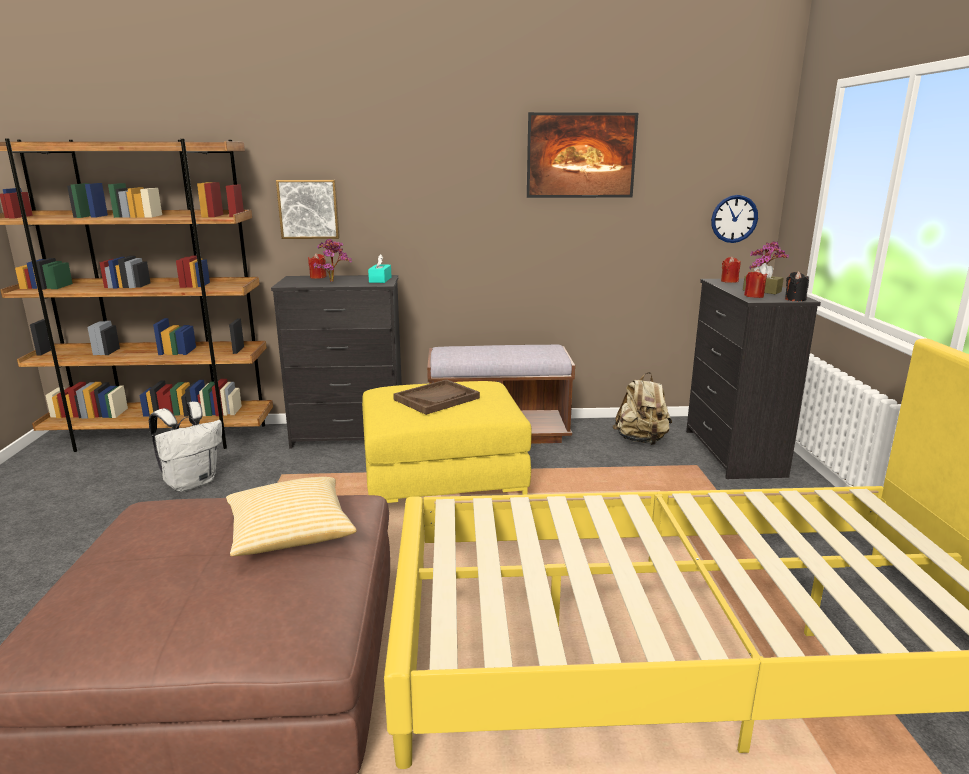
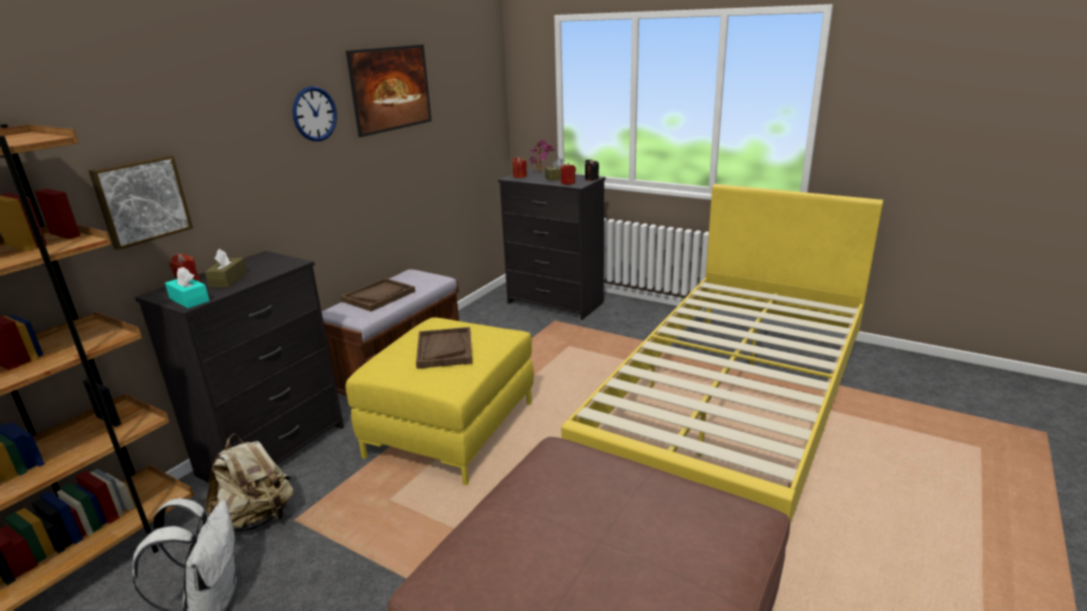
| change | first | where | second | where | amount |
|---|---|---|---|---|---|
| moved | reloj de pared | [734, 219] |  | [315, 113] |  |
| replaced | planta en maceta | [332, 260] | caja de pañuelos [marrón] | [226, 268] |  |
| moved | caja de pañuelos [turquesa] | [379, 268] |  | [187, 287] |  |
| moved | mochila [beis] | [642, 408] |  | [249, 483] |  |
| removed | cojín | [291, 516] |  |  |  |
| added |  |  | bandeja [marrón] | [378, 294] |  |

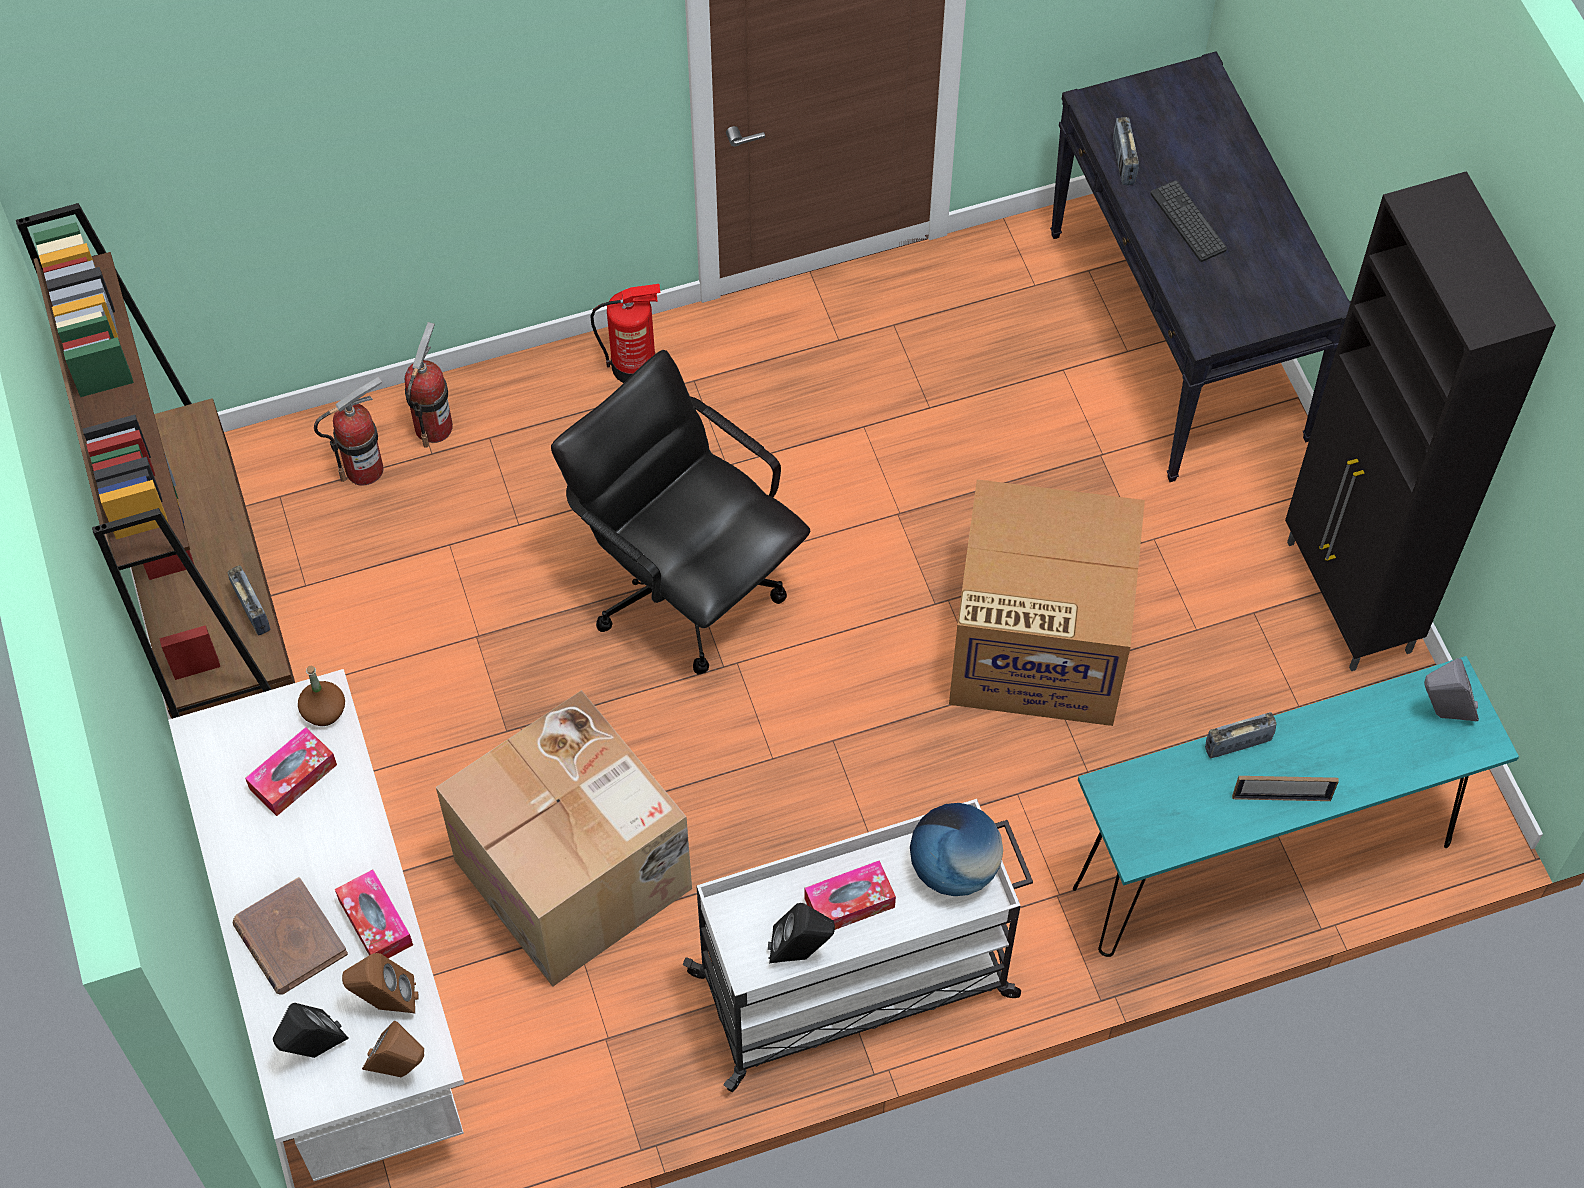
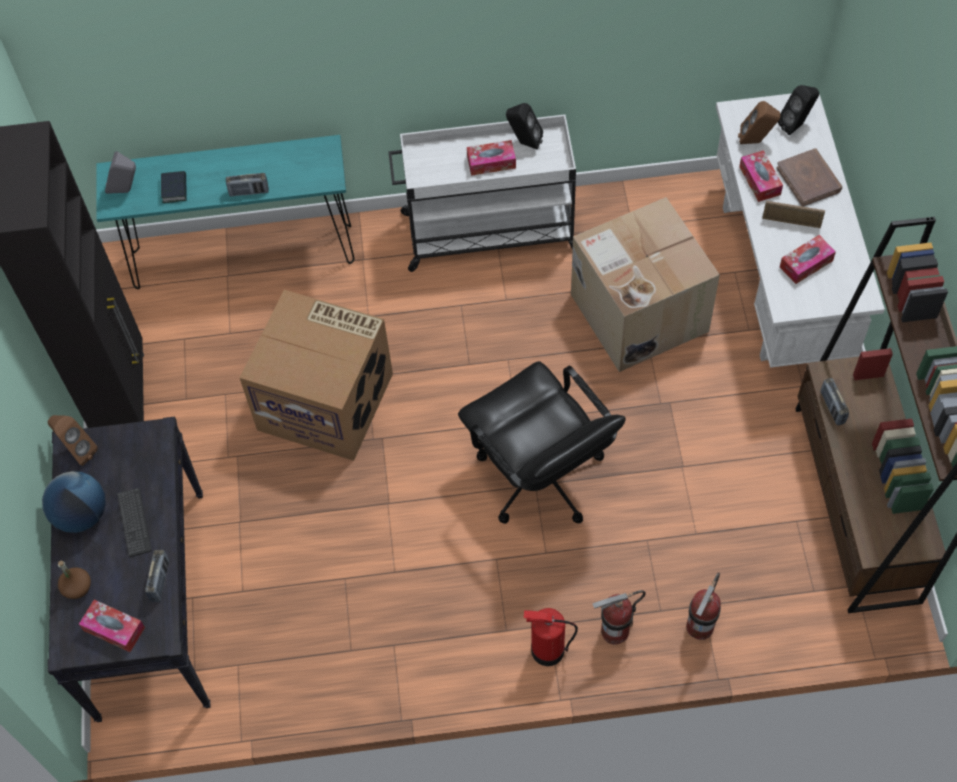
| change | first | where | second | where | amount |
|---|---|---|---|---|---|
| moved | extintor | [349, 431] |  | [619, 617] |  |
| moved | botella [marrón] | [321, 695] |  | [74, 580] |  |
| moved | portarretratos | [1285, 788] |  | [793, 214] |  |
| moved | globo terráqueo | [956, 849] |  | [74, 502] |  |
| moved | altavoz [marrón] | [393, 1049] |  | [73, 440] |  |
| added |  |  | libro | [174, 187] |  |
| added |  |  | caja de pañuelos | [112, 626] |  |

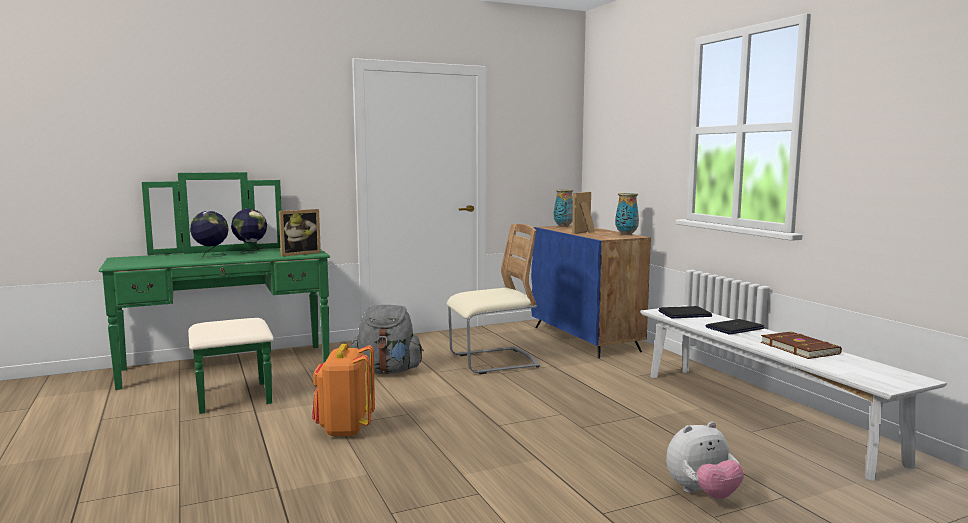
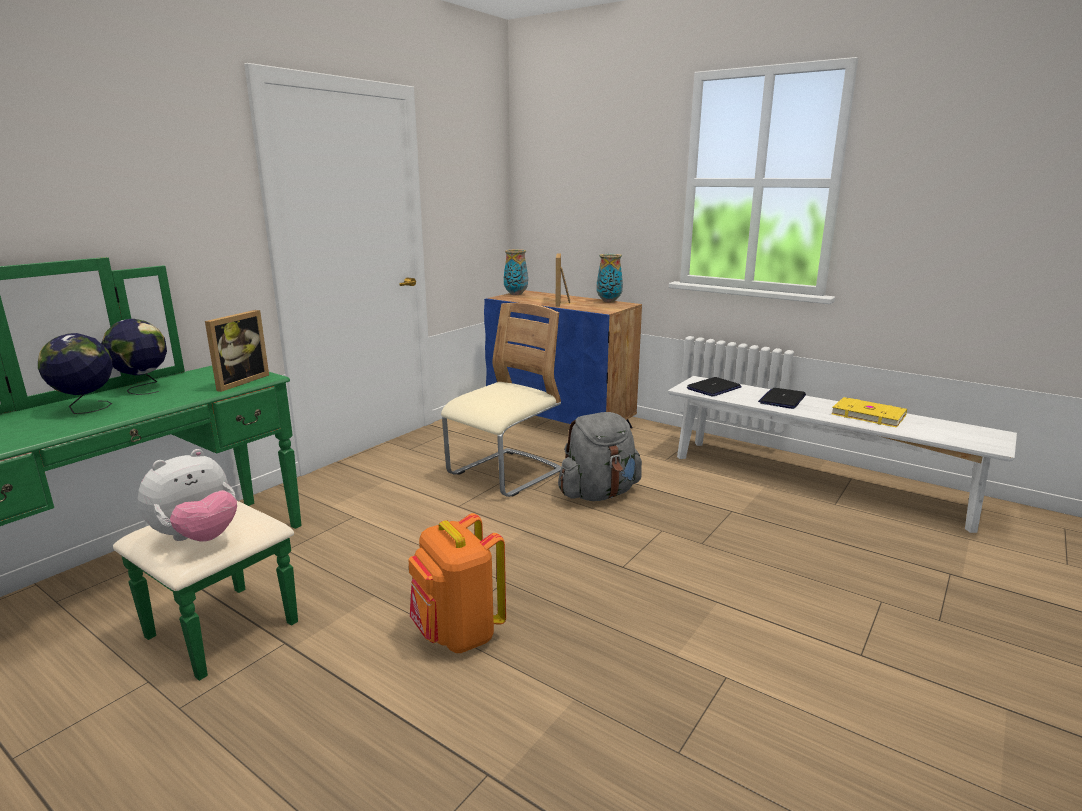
| change | first | where | second | where | amount |
|---|---|---|---|---|---|
| moved | mochila [gris] | [387, 339] |  | [600, 456] |  |
| recoloured | libro [marrón] | [801, 345] | libro [amarillo] | [869, 412] |  |
| moved | peluche | [705, 460] |  | [187, 495] |  |

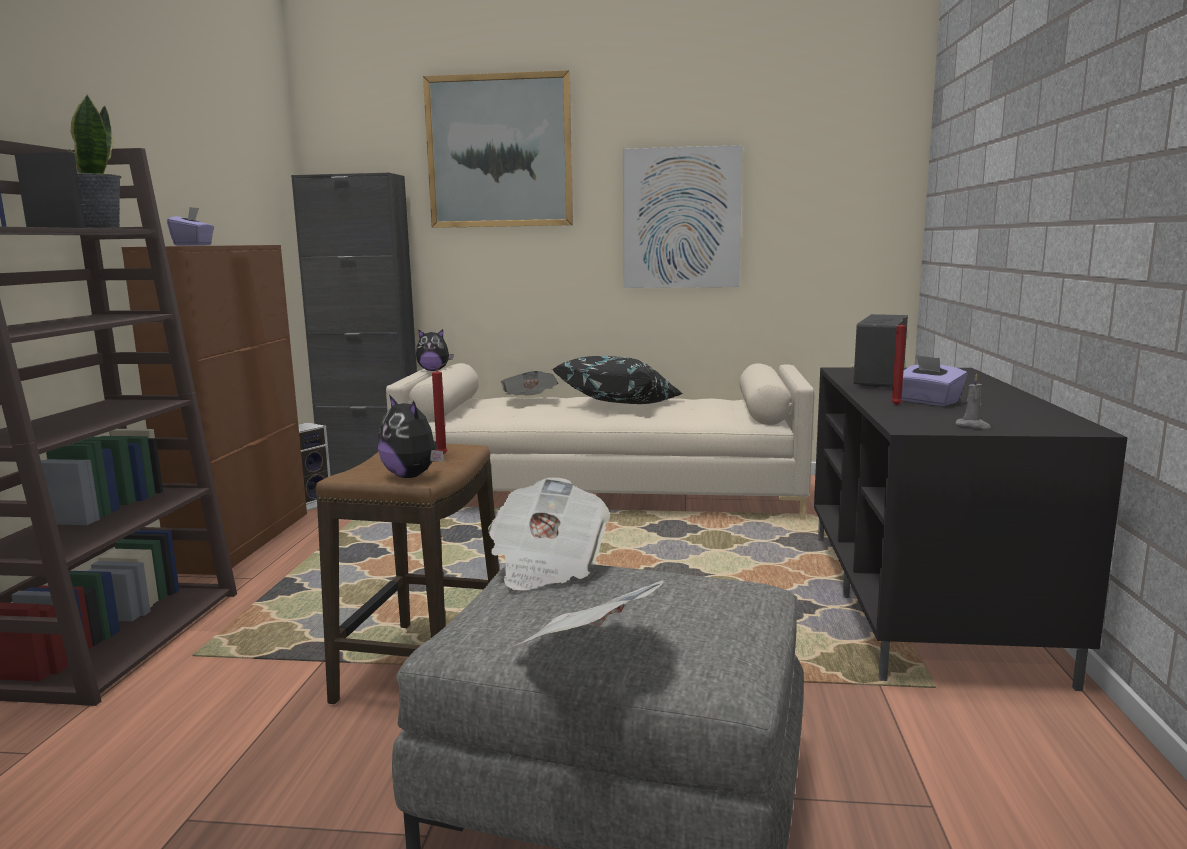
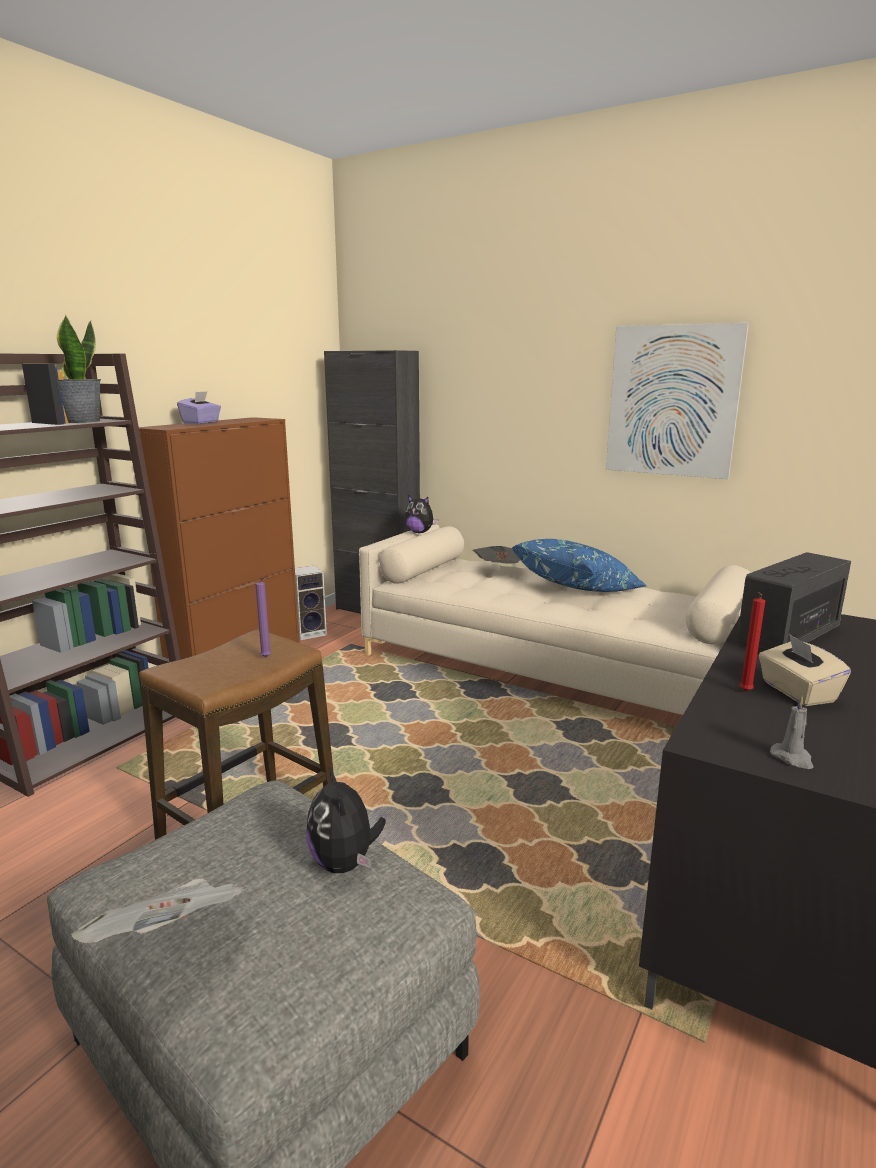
| change | first | where | second | where | amount |
|---|---|---|---|---|---|
| removed | cuadro | [498, 149] |  |  |  |
| recoloured | caja de pañuelos [morado] | [934, 380] | caja de pañuelos [beis] | [804, 670] |  |
| recoloured | cojín [negro] | [618, 380] | cojín [azul] | [579, 565] |  |
| recoloured | vela [rojo] | [439, 409] | vela [morado] | [263, 616] |  |
| moved | peluche | [410, 436] |  | [346, 819] |  |
| removed | periódico | [549, 533] |  |  |  |

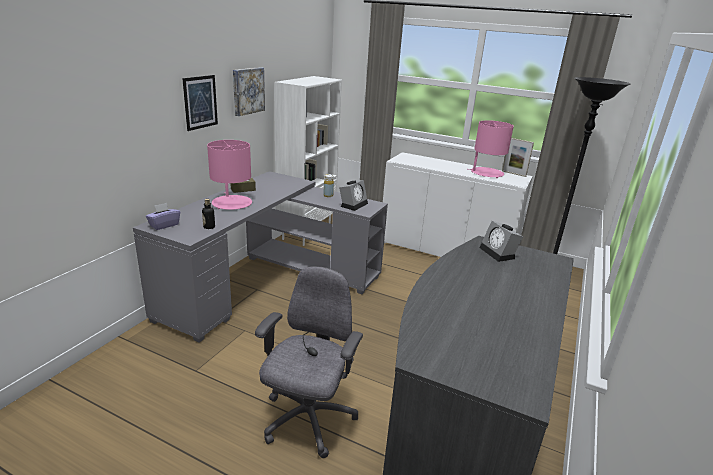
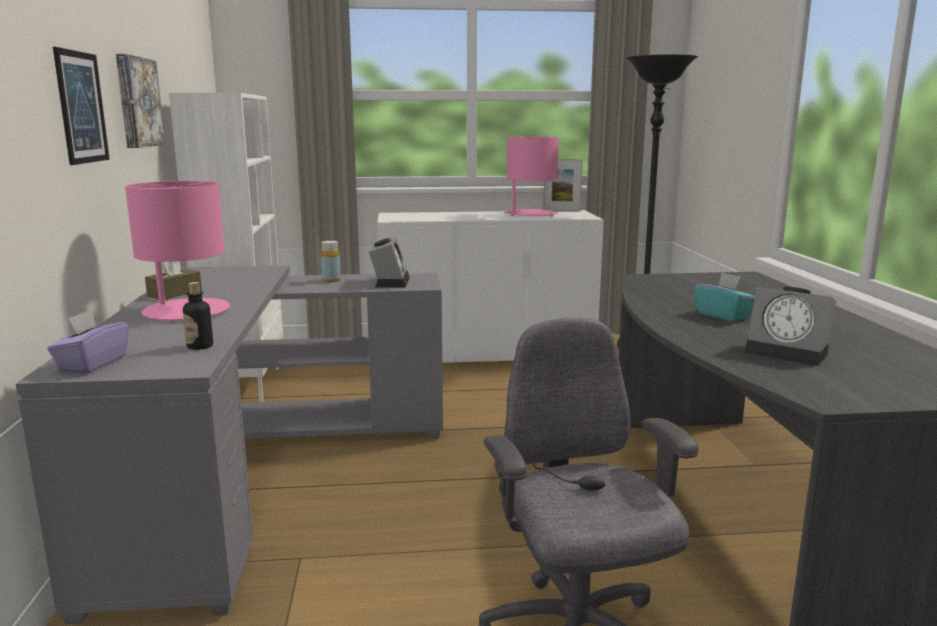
| change | first | where | second | where | amount |
|---|---|---|---|---|---|
| moved | despertador | [501, 241] |  | [790, 326] |  |
| added |  |  | caja de pañuelos [turquesa] | [724, 297] |  |

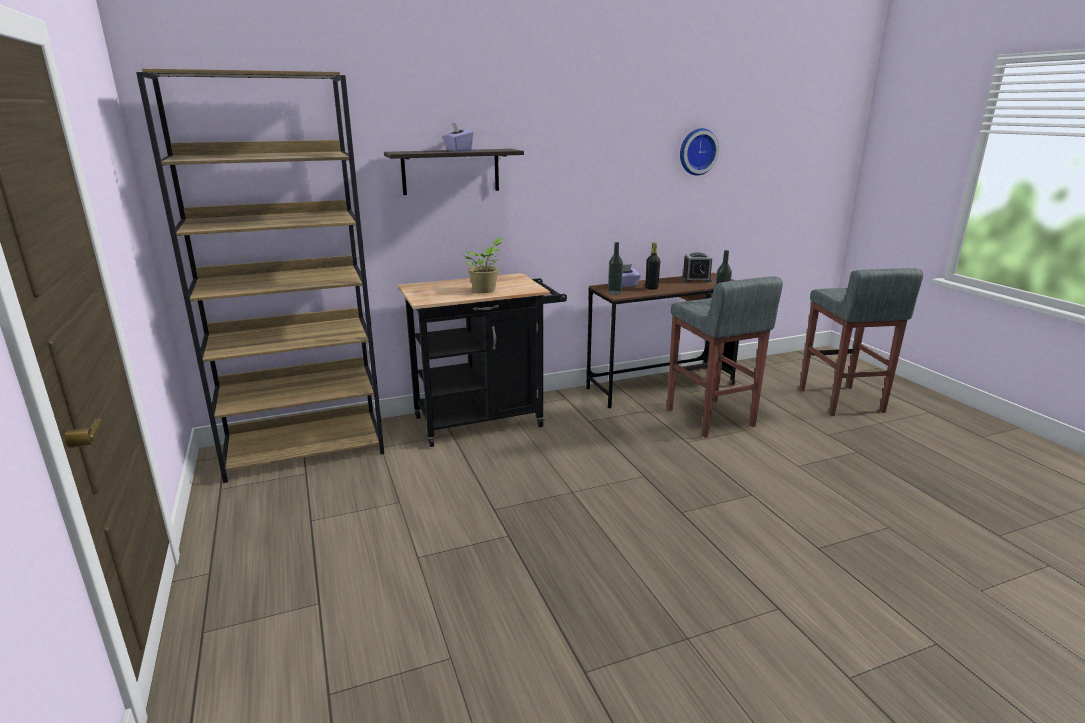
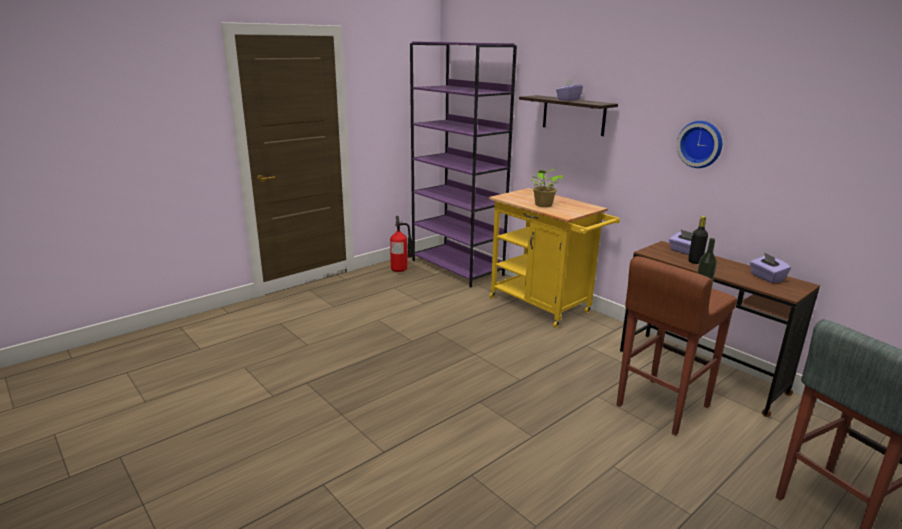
| change | first | where | second | where | amount |
|---|---|---|---|---|---|
| recoloured | estantería [marrón] | [260, 275] | estantería [morado] | [463, 164] |  |
| moved | reloj de pared | [699, 151] |  | [699, 144] |  |
| removed | botella | [615, 268] |  |  |  |
| replaced | despertador | [697, 267] | caja de pañuelos [morado] | [770, 267] |  |
| recoloured | carrito [negro] | [482, 360] | carrito [amarillo] | [554, 258] |  |
| recoloured | taburete [gris] | [725, 357] | taburete [marrón] | [676, 346] |  |
| added |  |  | extintor | [402, 244] |  |

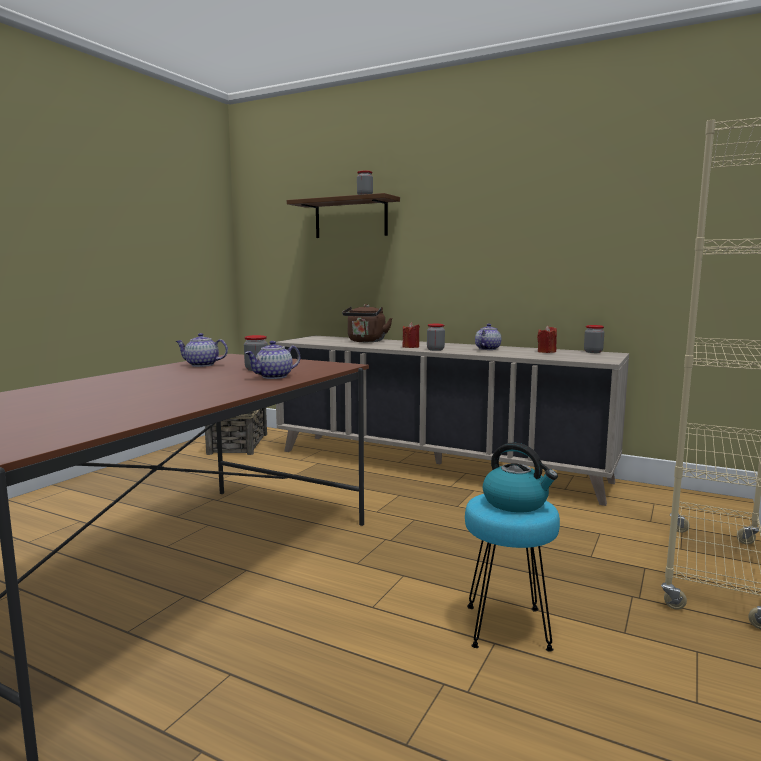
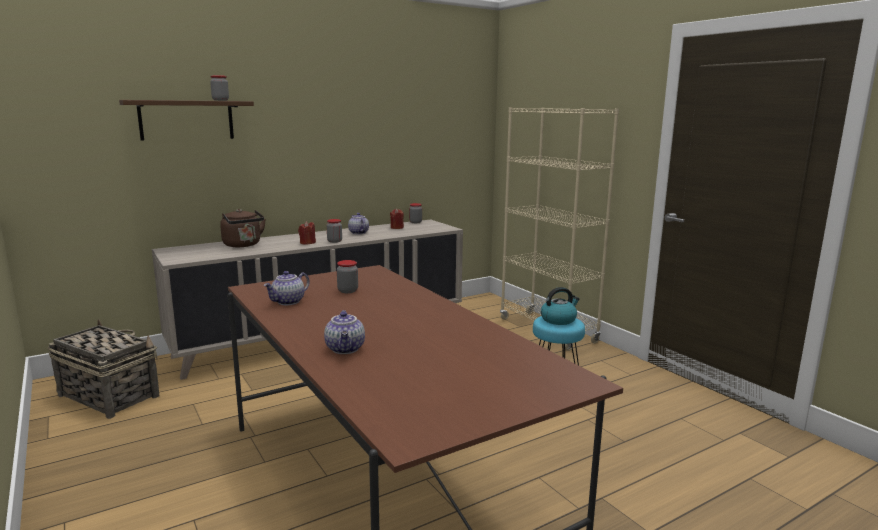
| change | first | where | second | where | amount |
|---|---|---|---|---|---|
| moved | tetera | [272, 360] |  | [344, 332] |  |

